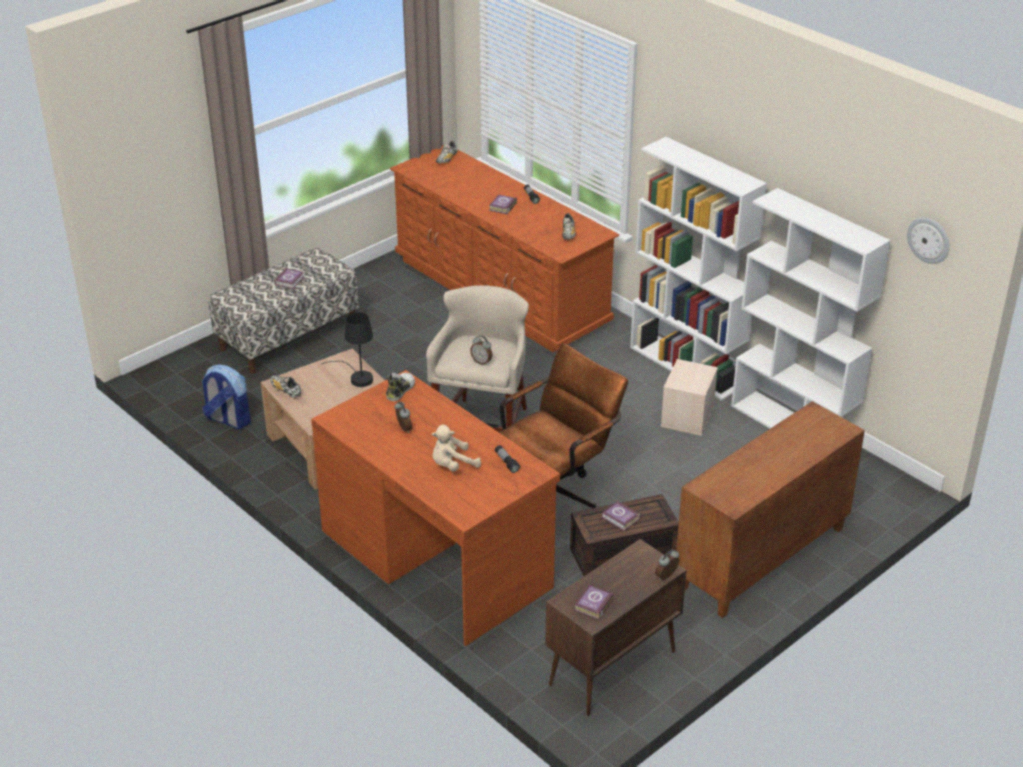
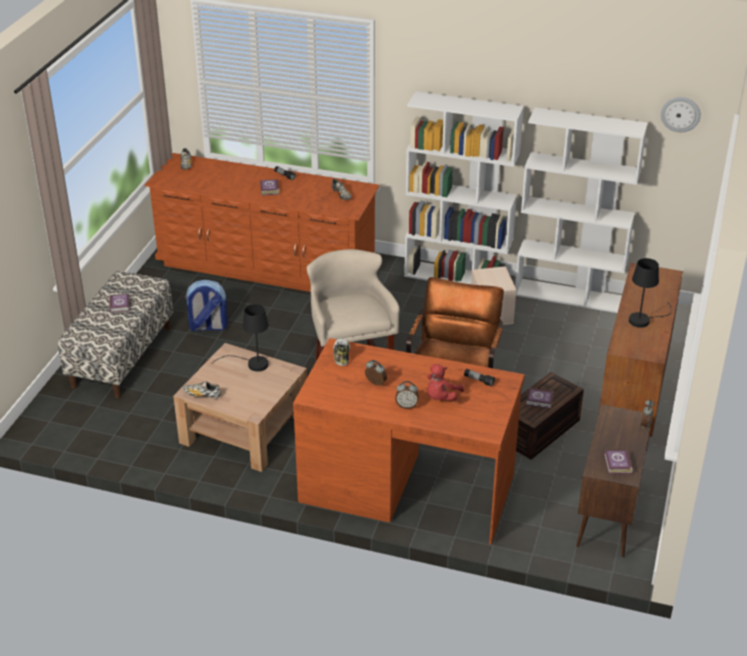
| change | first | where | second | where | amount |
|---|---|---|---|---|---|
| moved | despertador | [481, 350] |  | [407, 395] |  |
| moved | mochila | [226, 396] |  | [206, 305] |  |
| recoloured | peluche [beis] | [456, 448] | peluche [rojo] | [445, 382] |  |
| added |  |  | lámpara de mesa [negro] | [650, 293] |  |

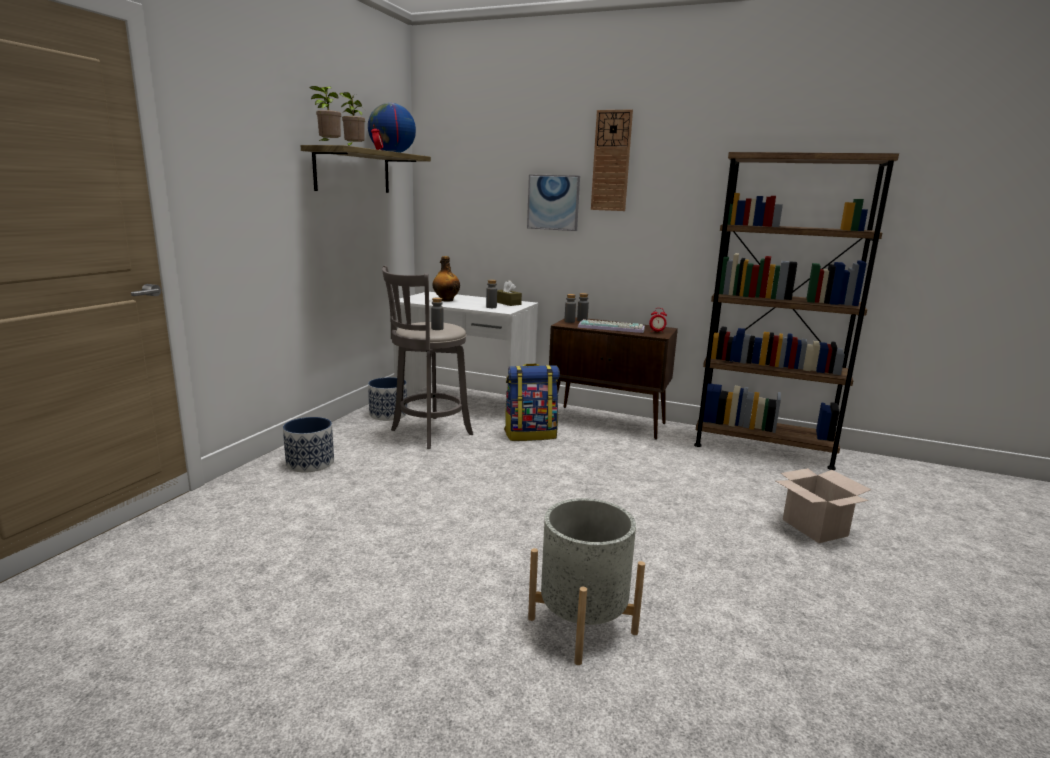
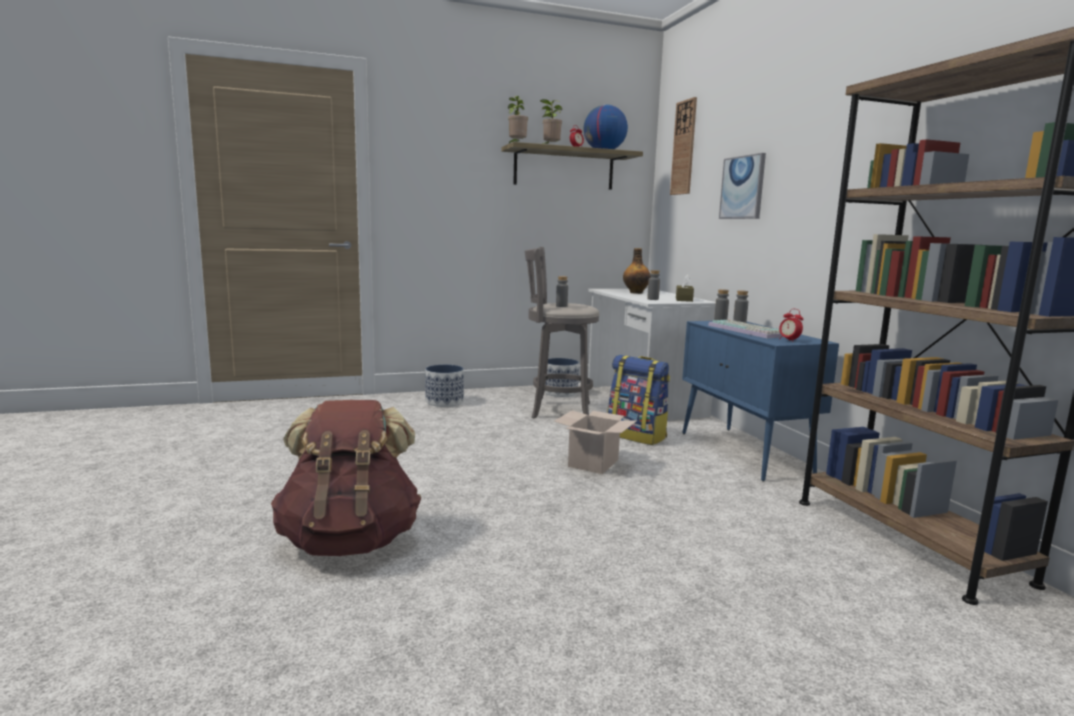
| change | first | where | second | where | amount |
|---|---|---|---|---|---|
| moved | reloj de pared | [612, 160] |  | [683, 146] |  |
| recoloured | armario [marrón] | [613, 378] | armario [azul] | [760, 401] |  |
| moved | caja de cartón | [824, 505] |  | [595, 442] |  |
| replaced | maceta [gris] | [586, 581] | mochila [marrón] | [346, 478] |  |

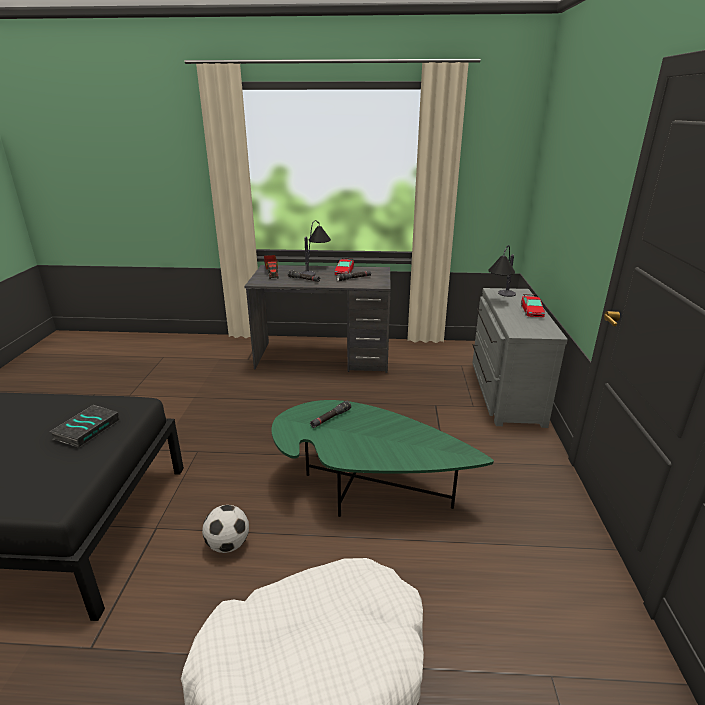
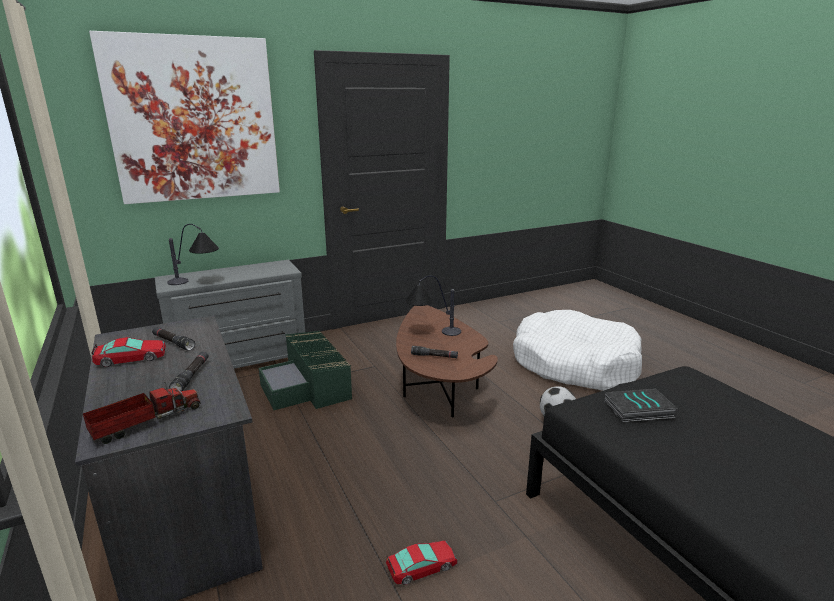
| change | first | where | second | where | amount |
|---|---|---|---|---|---|
| moved | lámpara de mesa | [315, 248] |  | [433, 306] |  |
| moved | coche de juguete | [533, 305] |  | [421, 563] |  |
| recoloured | mesa de centro [verde] | [382, 458] | mesa de centro [marrón] | [447, 361] |  |
| added |  |  | cuadro | [184, 117] |  |
| added |  |  | caja de almacenaje [verde] | [305, 370] |  |

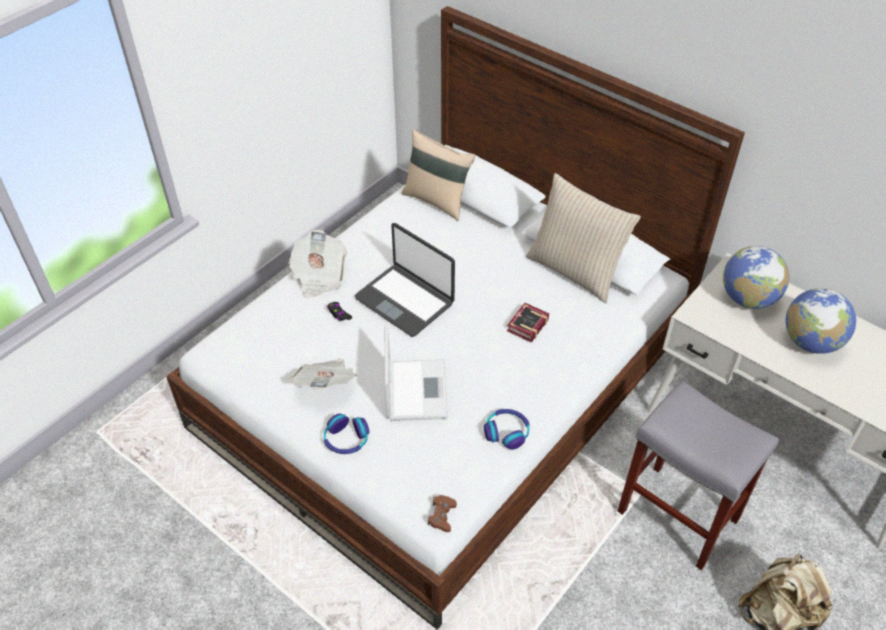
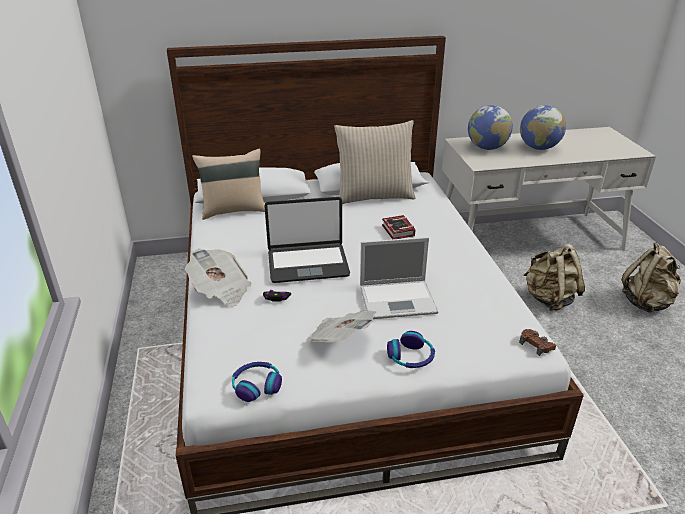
| change | first | where | second | where | amount |
|---|---|---|---|---|---|
| turned | portátil | [416, 373] |  | [399, 278] | 135 degrees clockwise |
| replaced | taburete [gris] | [698, 475] | mochila [beis] | [554, 277] |  |
| moved | auriculares | [507, 429] |  | [257, 382] |  |

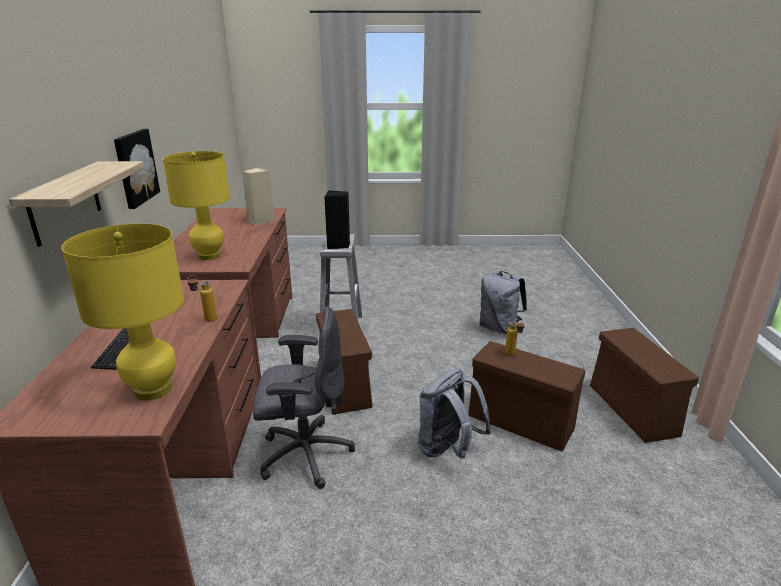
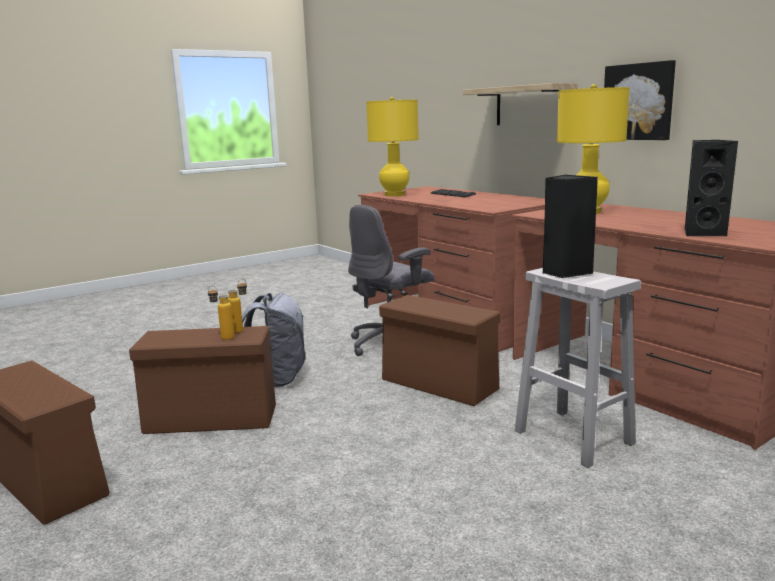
| change | first | where | second | where | amount |
|---|---|---|---|---|---|
| recoloured | altavoz [beis] | [258, 196] | altavoz [negro] | [711, 188] |  |
| removed | mochila [gris] | [503, 302] |  |  |  |
| moved | botella | [202, 299] |  | [237, 306] |  |

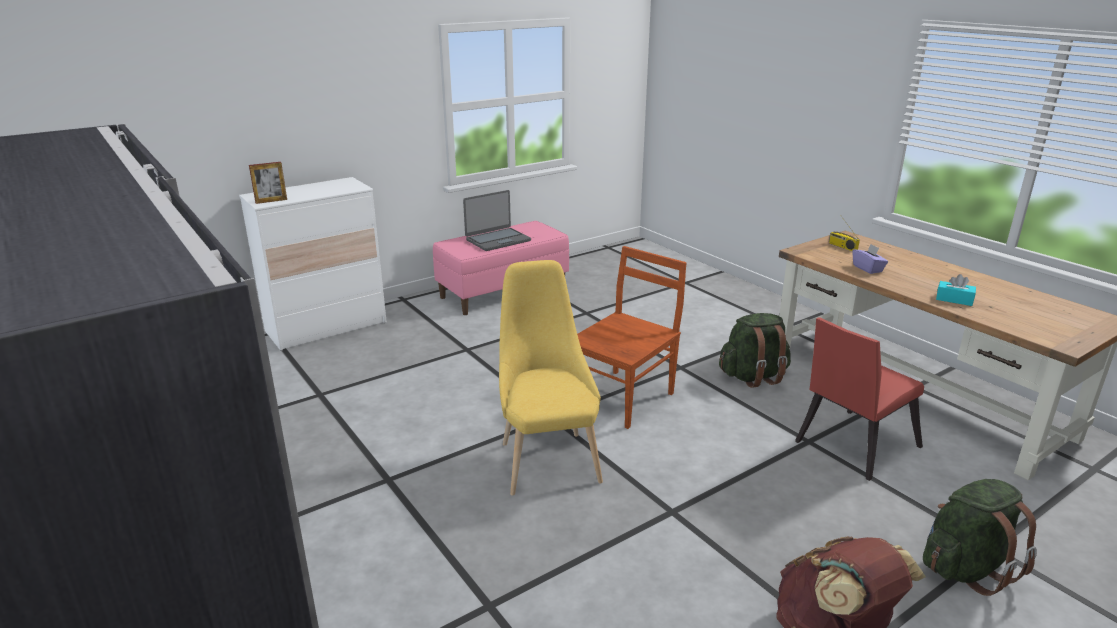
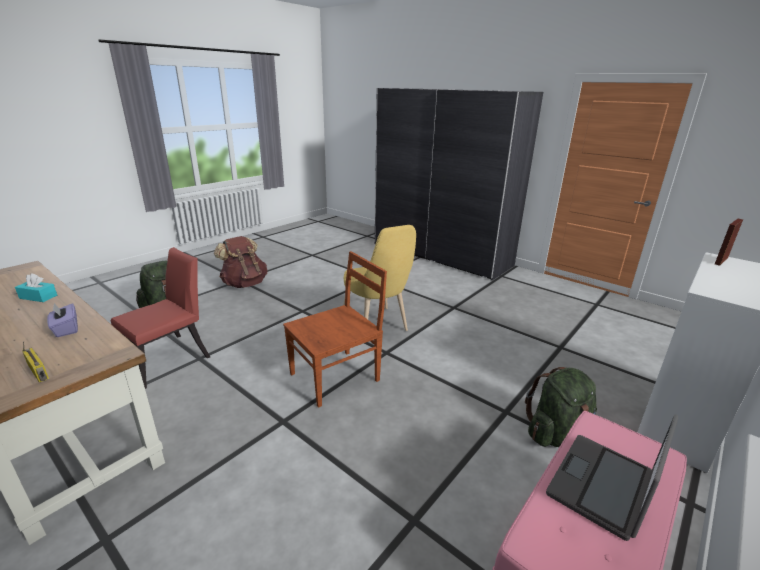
| change | first | where | second | where | amount |
|---|---|---|---|---|---|
| turned | silla [marrón] | [631, 337] |  | [335, 329] | 150 degrees counterclockwise |
| moved | mochila [verde] | [755, 350] |  | [561, 407] |  |

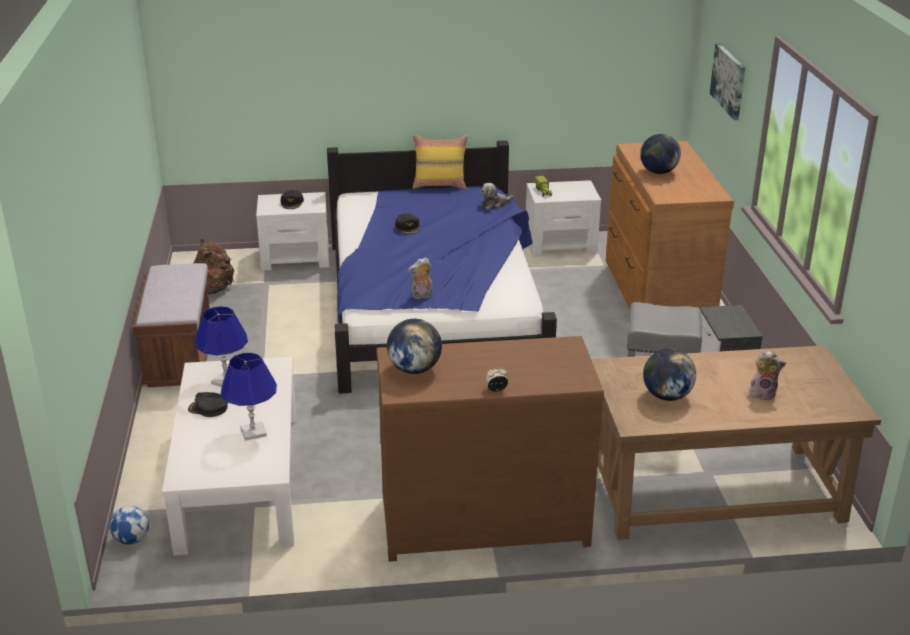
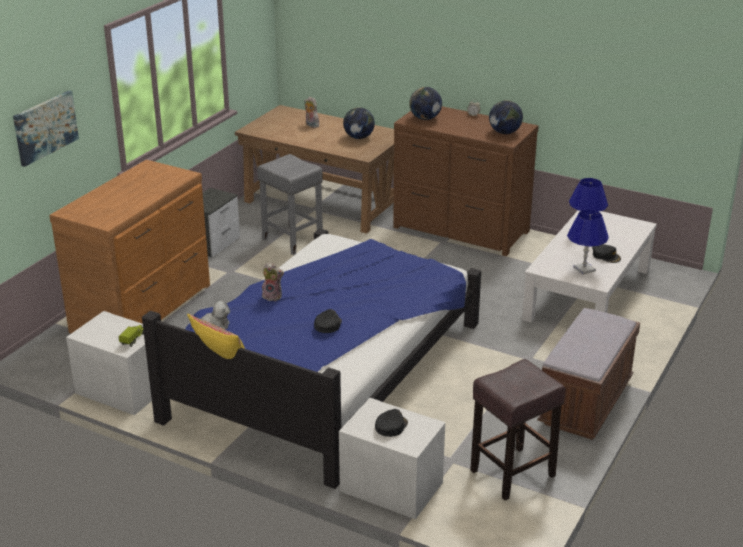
| change | first | where | second | where | amount |
|---|---|---|---|---|---|
| moved | globo terráqueo | [660, 154] |  | [425, 103] |  |
| replaced | mochila [marrón] | [214, 266] | taburete [marrón] | [518, 430] |  |
| moved | peluche | [420, 278] |  | [273, 282] |  |
| removed | balón de fútbol | [129, 525] |  |  |  |

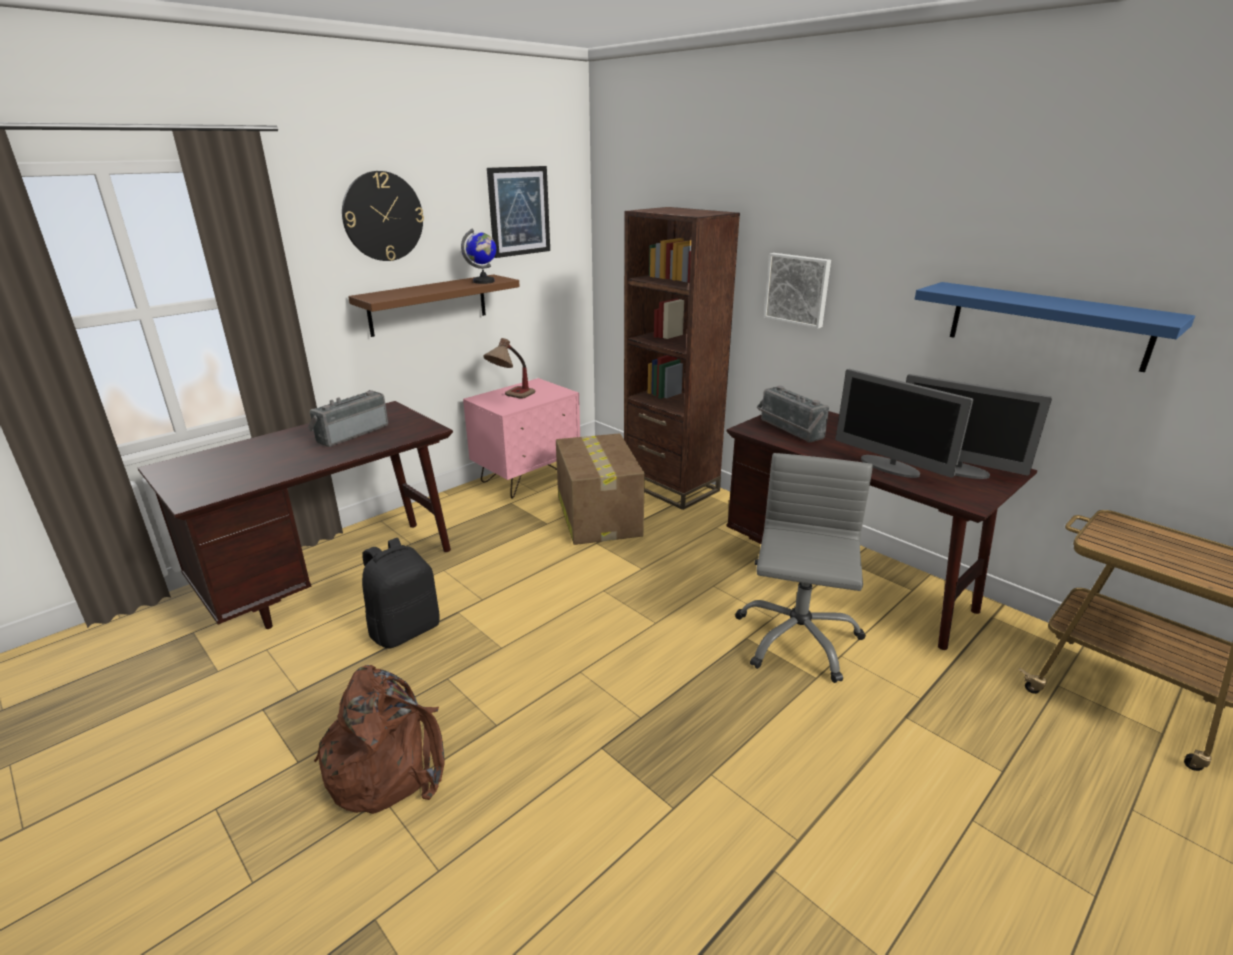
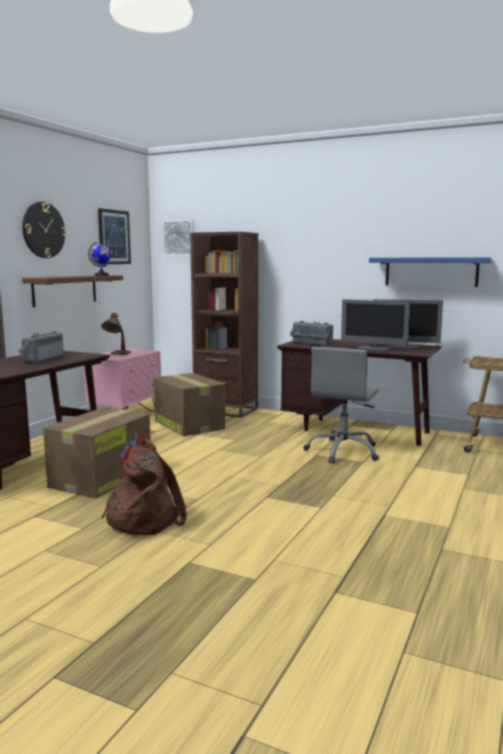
| change | first | where | second | where | amount |
|---|---|---|---|---|---|
| moved | cuadro | [797, 291] |  | [178, 238] |  |
| turned | silla de oficina [gris] | [804, 568] |  | [341, 405] | 150 degrees counterclockwise |
| replaced | mochila [negro] | [401, 593] | caja de cartón | [97, 452] |  |

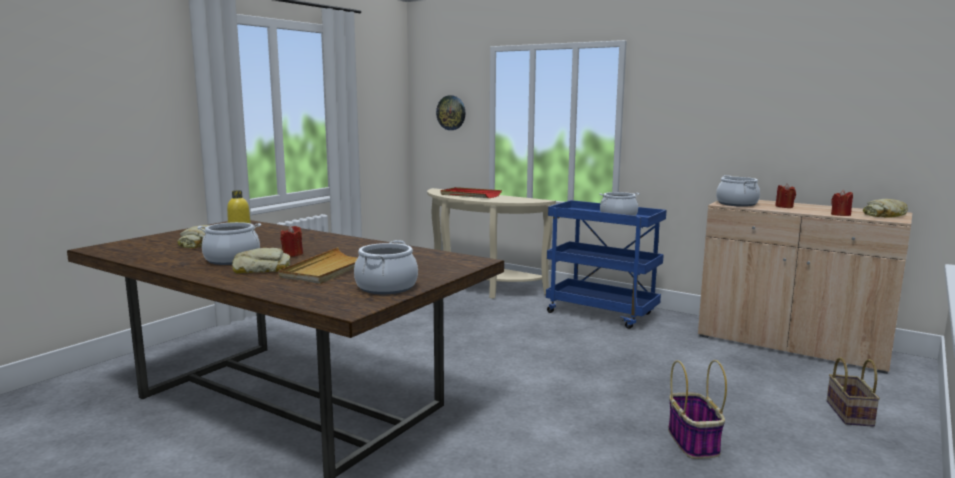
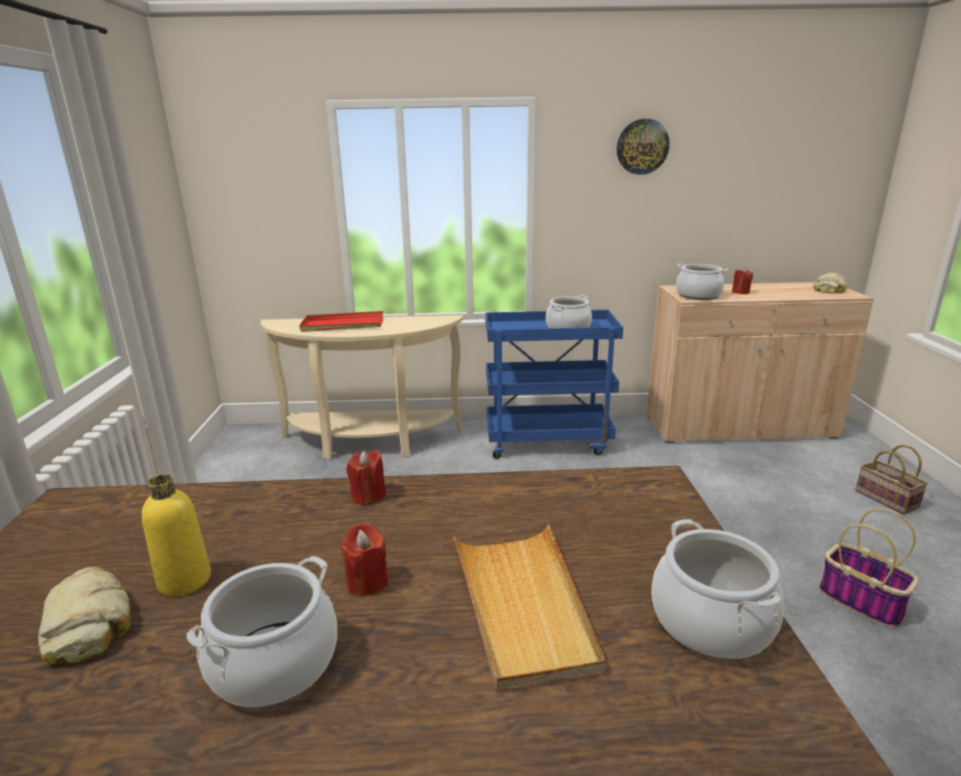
| change | first | where | second | where | amount |
|---|---|---|---|---|---|
| moved | reloj de pared | [450, 112] |  | [643, 147] |  |
| moved | vela [rojo] | [842, 203] |  | [366, 477] |  |
| removed | pan | [261, 260] |  |  |  |

